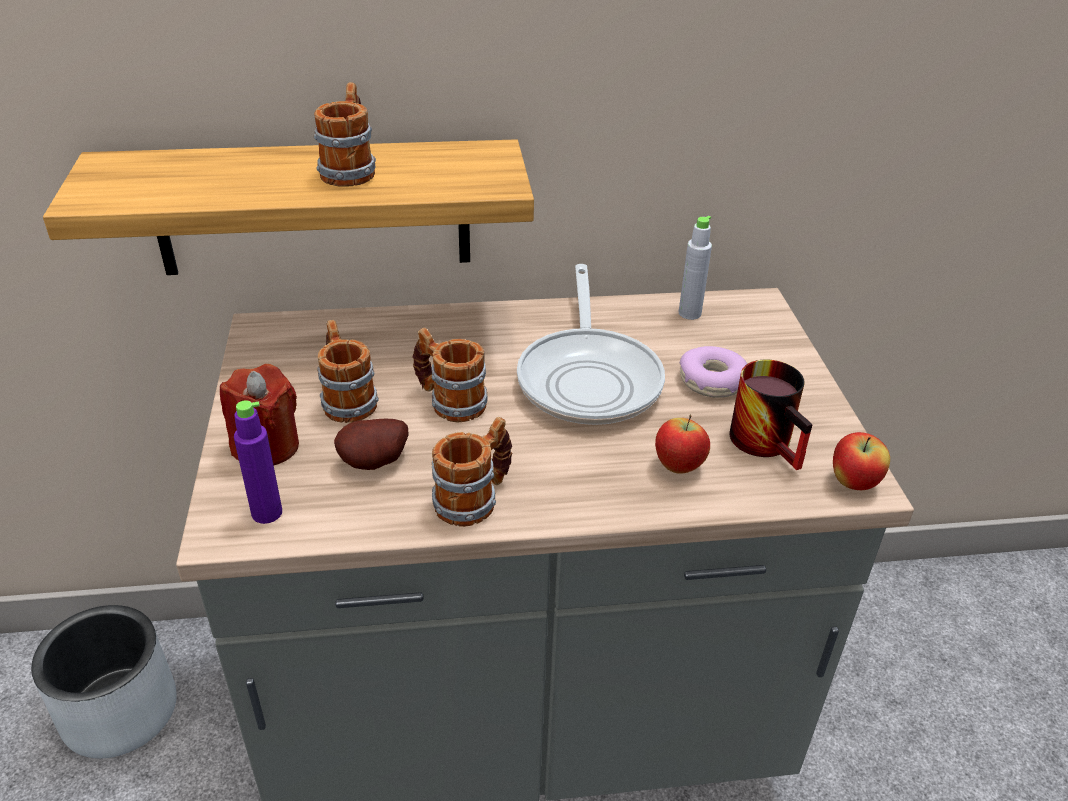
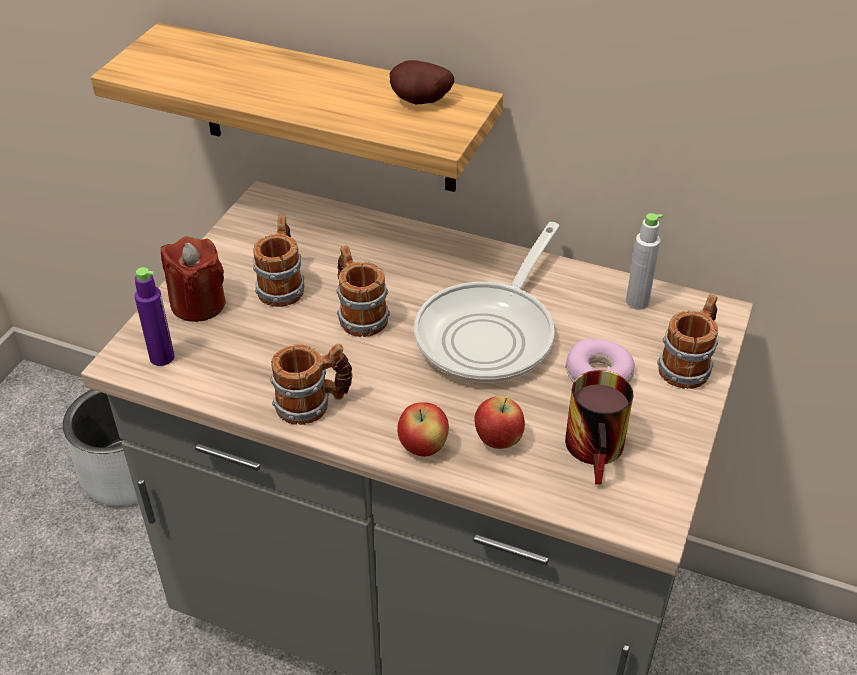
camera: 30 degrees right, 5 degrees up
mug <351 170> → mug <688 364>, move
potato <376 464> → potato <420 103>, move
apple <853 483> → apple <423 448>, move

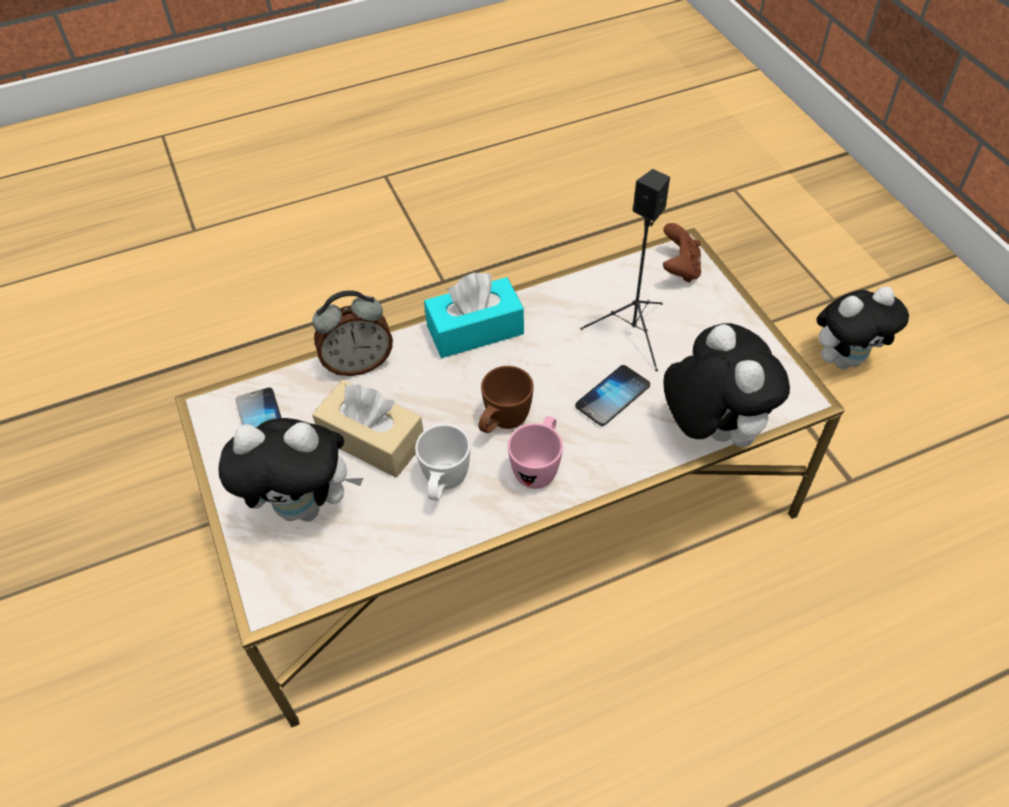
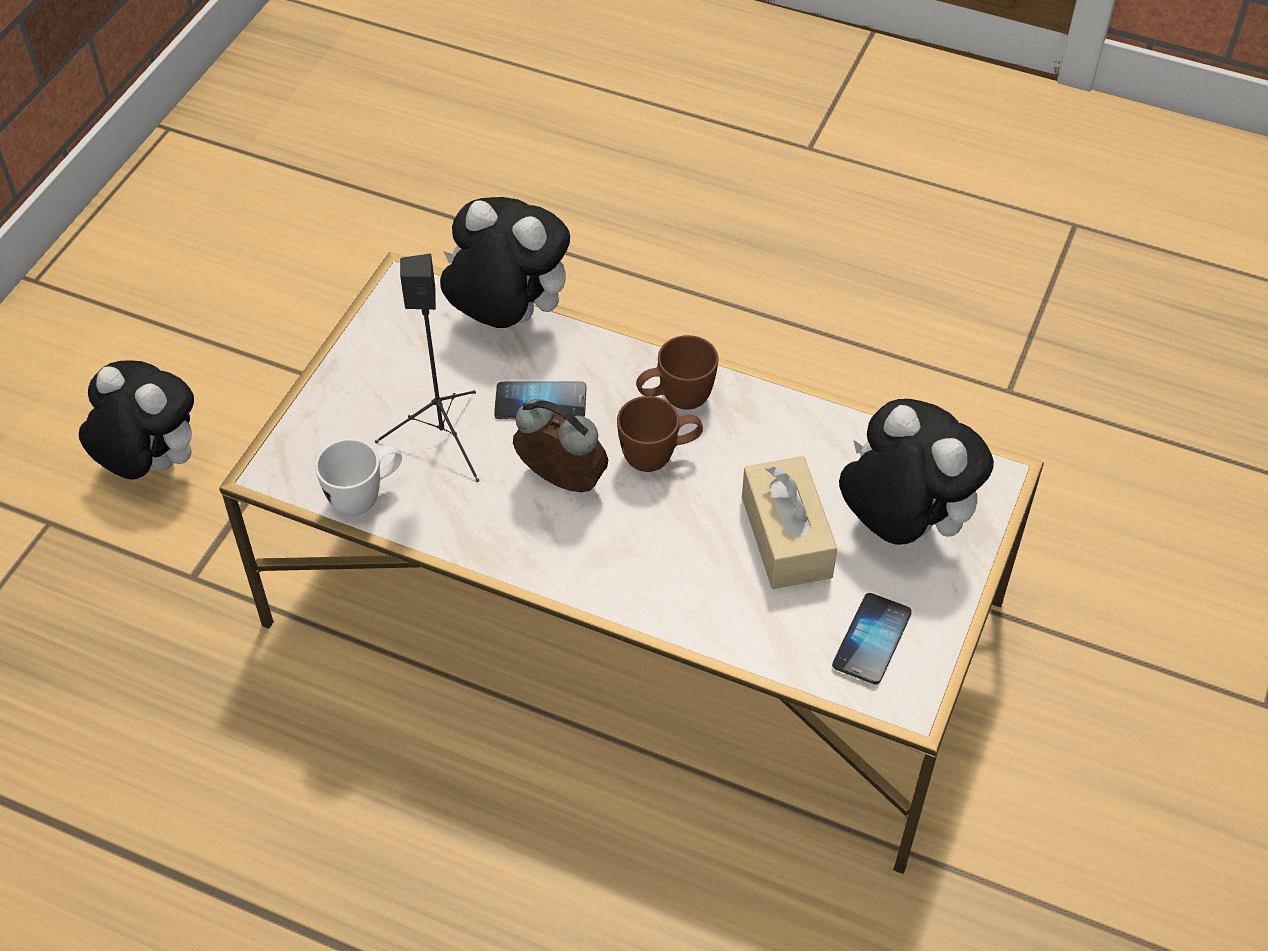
camera: 135 degrees left, 0 degrees up
brown game controller <679 269> → -
turquoise tissue box <475 330> → -
alarm clock <358 364> → alarm clock <560 483>, move
plush toy <710 429> → plush toy <507 318>, 90 degrees clockwise
pink mug <538 467> → brown mug <675 400>
white mug <444 485> → white mug <366 496>, move

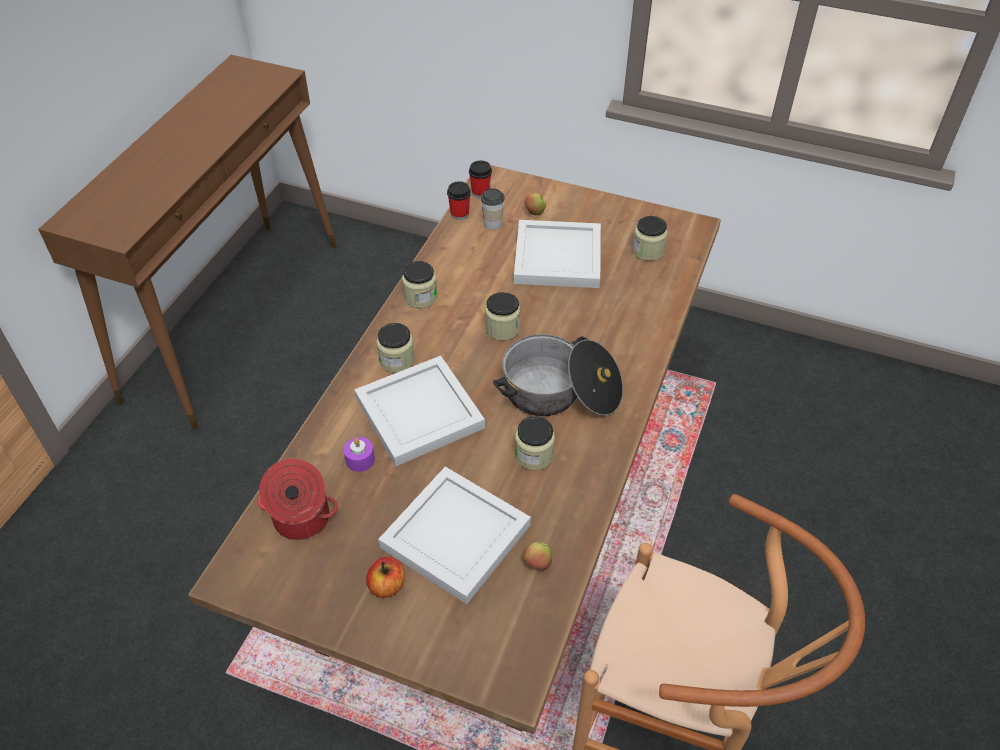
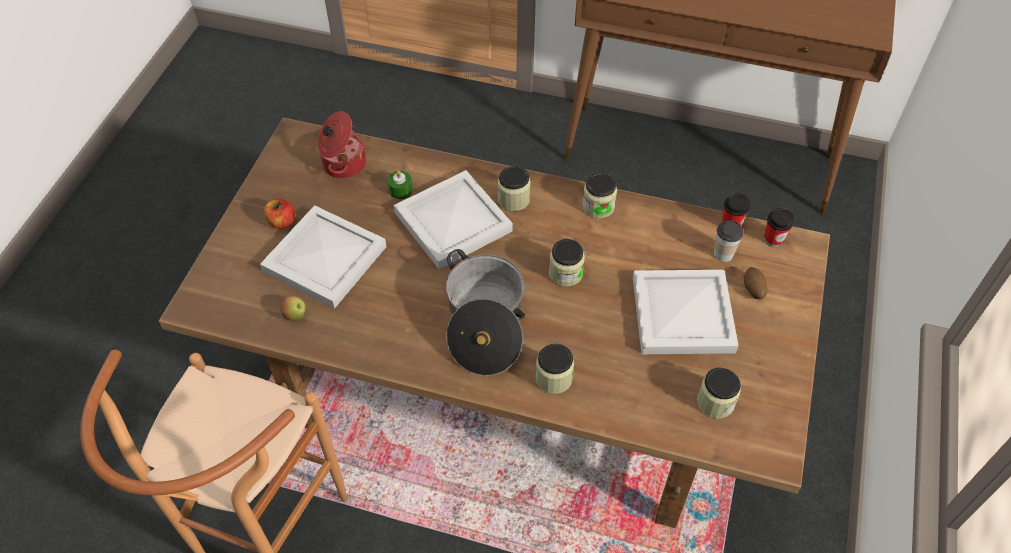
camera: 85 degrees right, 5 degrees up
apple <534 213> → potato <753 290>
jar <534 455> → jar <553 378>, move
purple candle <360 460> → green candle <400 190>

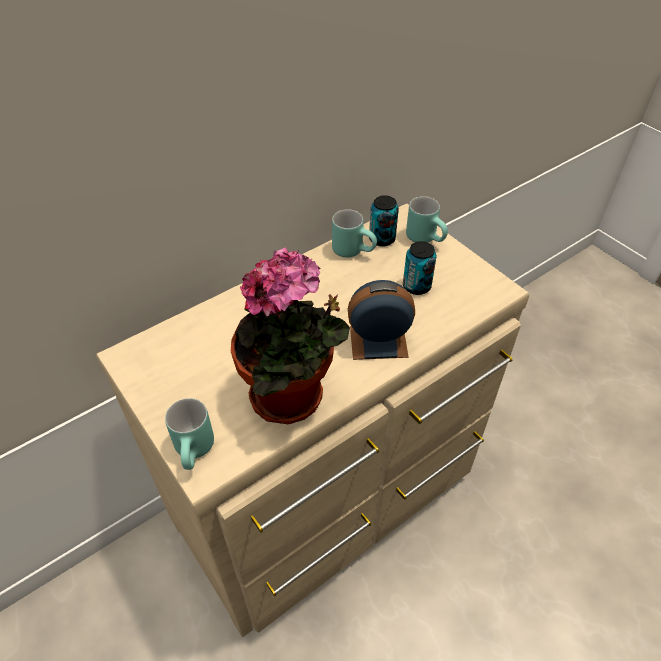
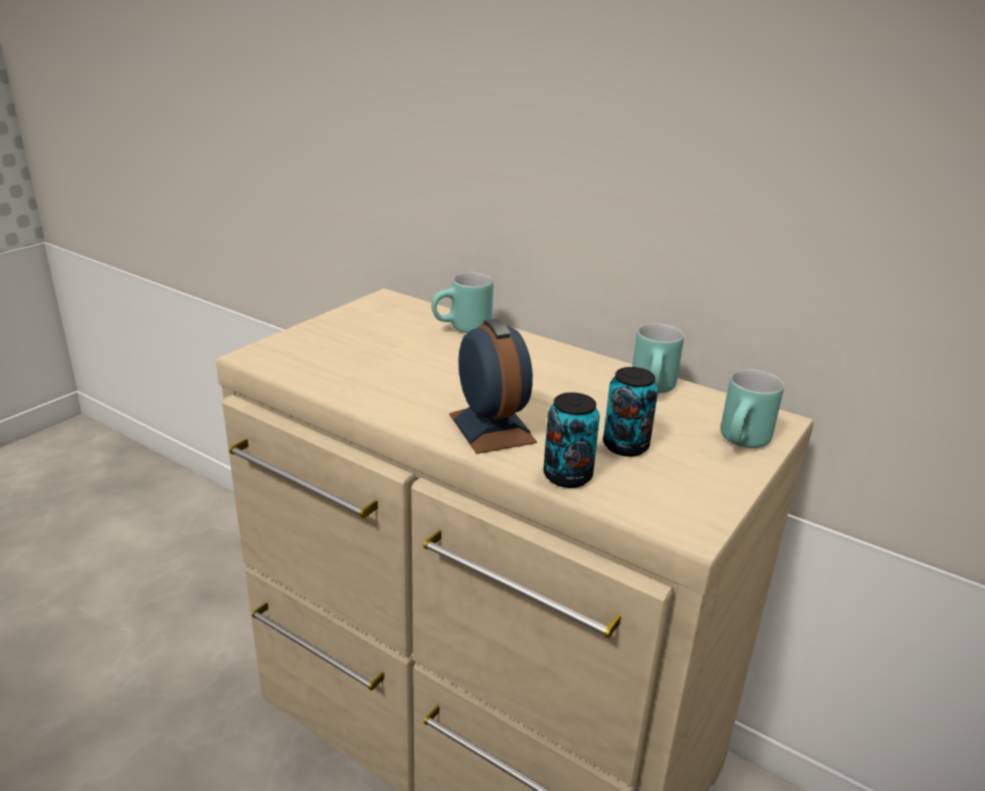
camera: 70 degrees right, 20 degrees down
can <382 239> → can <567 476>, move
potted plant <293 398> → -
turquoise mug <197 451> → turquoise mug <463 330>, move

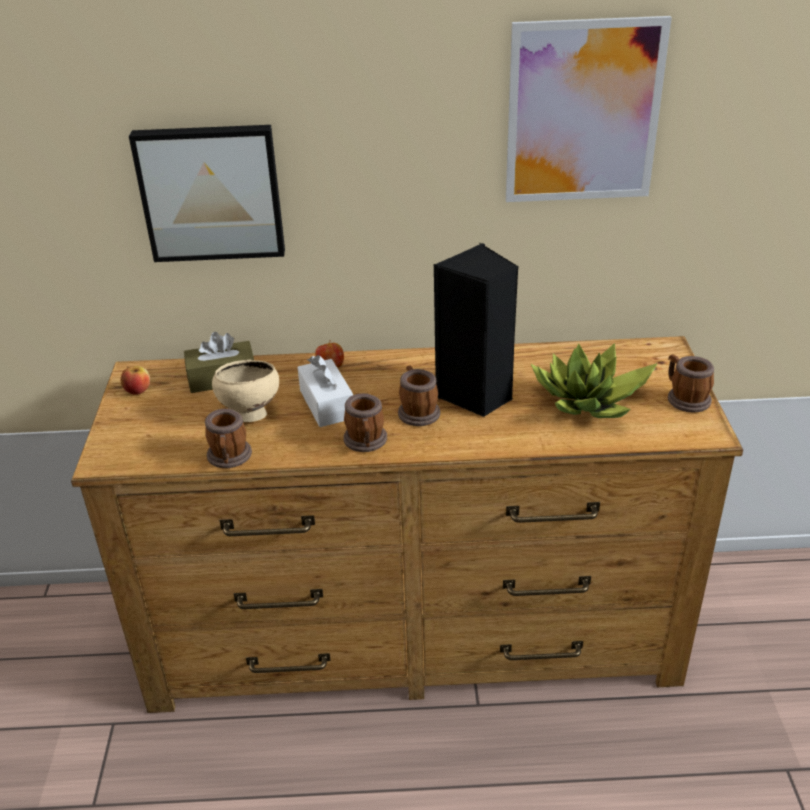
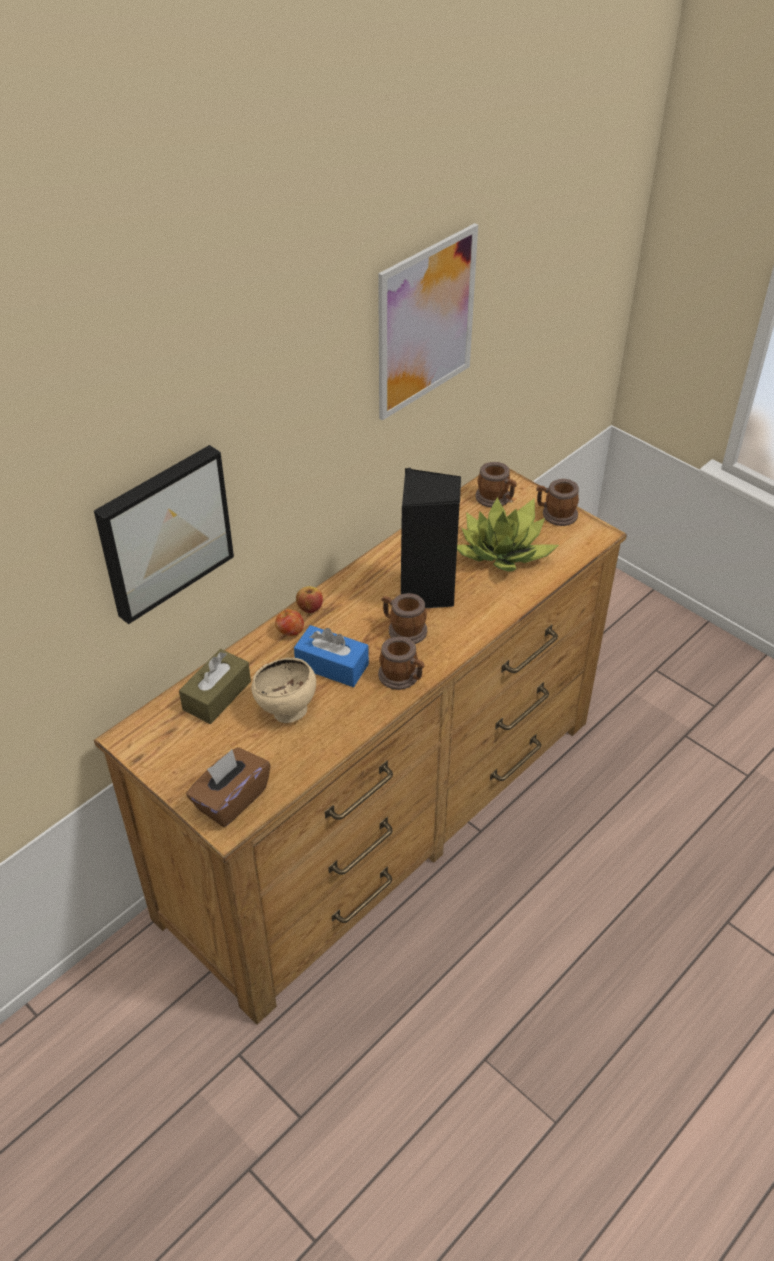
camera: 45 degrees left, 10 degrees up
white tissue box <326 404> → blue tissue box <332 665>
apple <138 390> → apple <310 608>, move
mug <229 458> → mug <496 499>, move
- → brown tissue box <231 799>

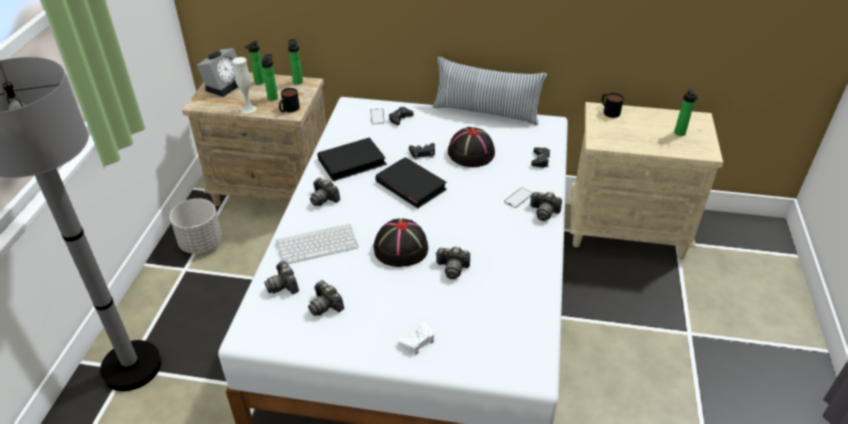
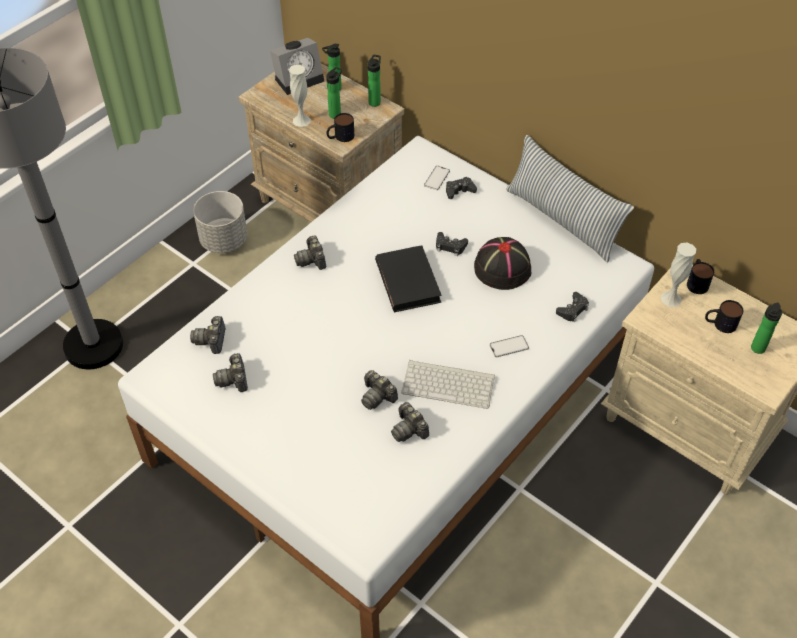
camera: 30 degrees right, 10 degrees up
black book <352 162> → -
photo camera <544 212> → photo camera <409 429>, move
black hat <400 248> → -
keyboard <318 243> → keyboard <449 384>, move
white game controller <417 341> → -
- → white vase <671 299>
- → mug <719 324>

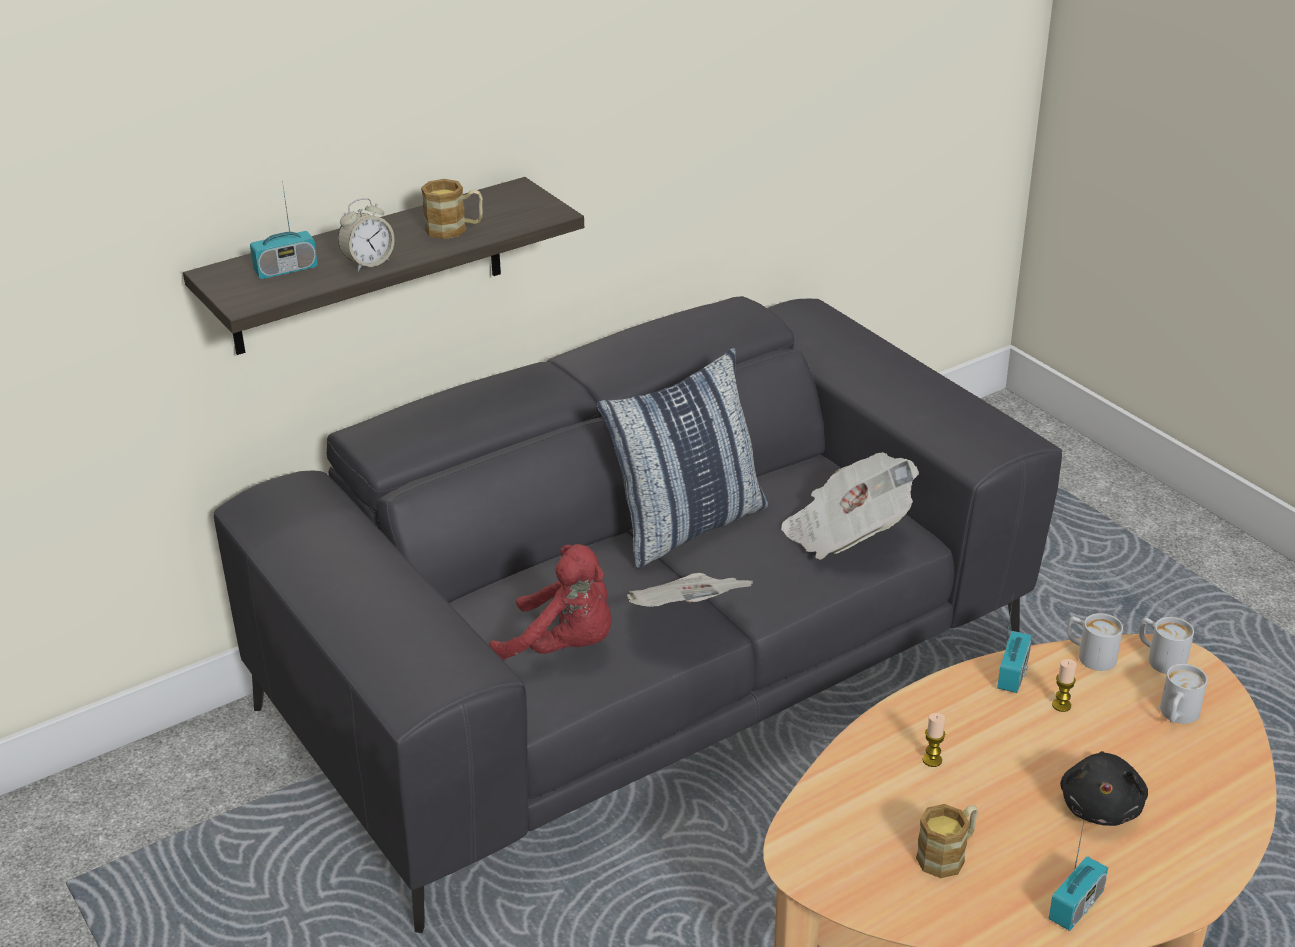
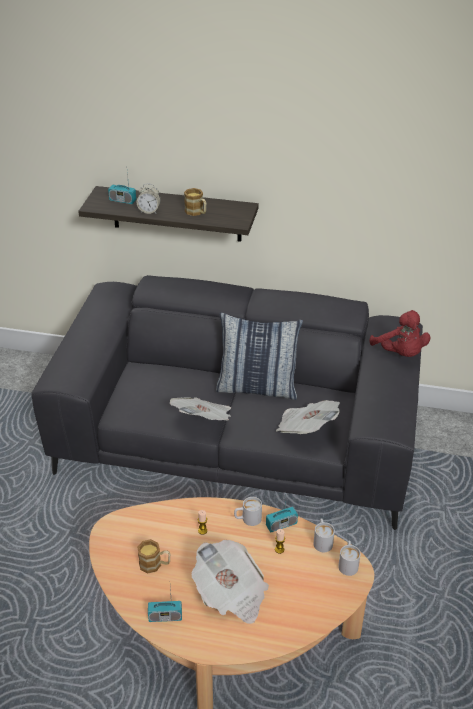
camera: 45 degrees right, 5 degrees up
red plush toy <563 646> → red plush toy <400 353>, move
white mug <1177 716> → white mug <247 519>, move
black plush toy <1101 806> → newspaper <231 594>

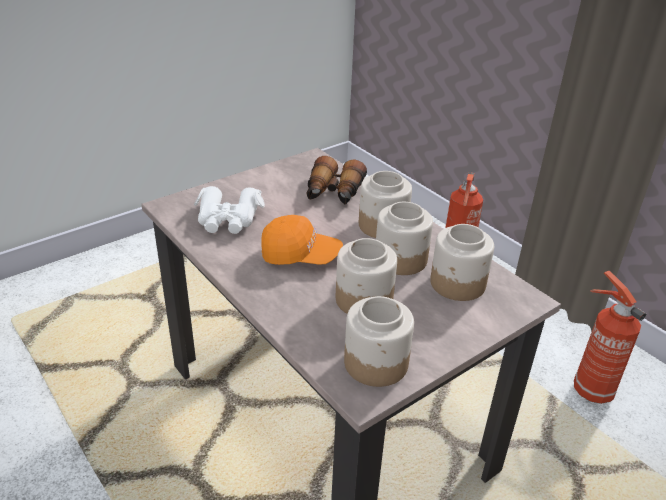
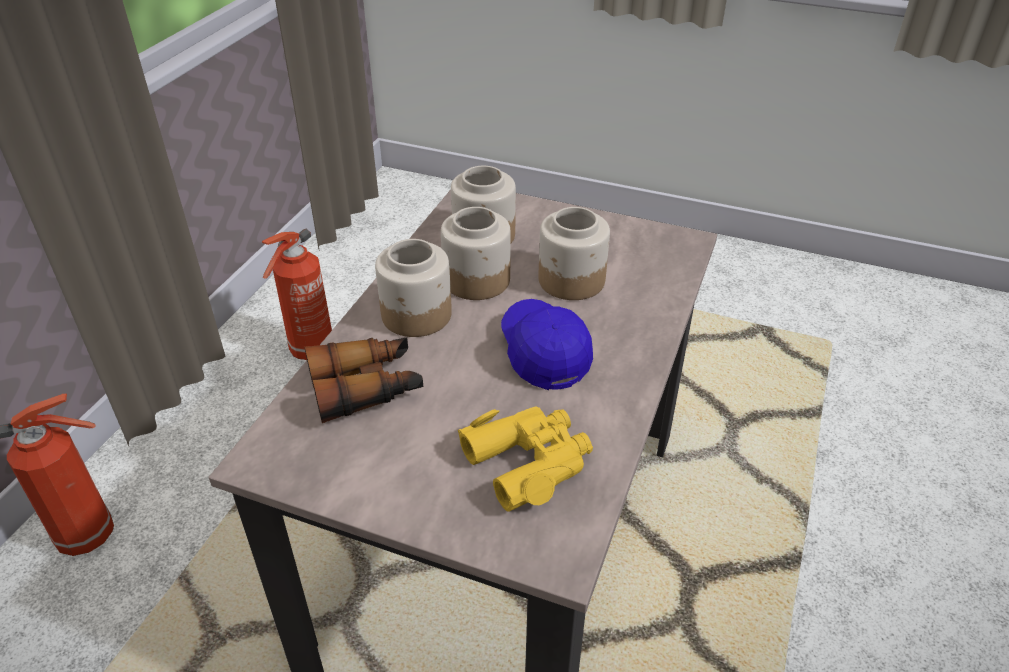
camera: 120 degrees left, 5 degrees up
white binoculars <228 218> → yellow binoculars <529 461>
orange cap <300 255> → blue cap <543 353>
jar <376 363> → -

